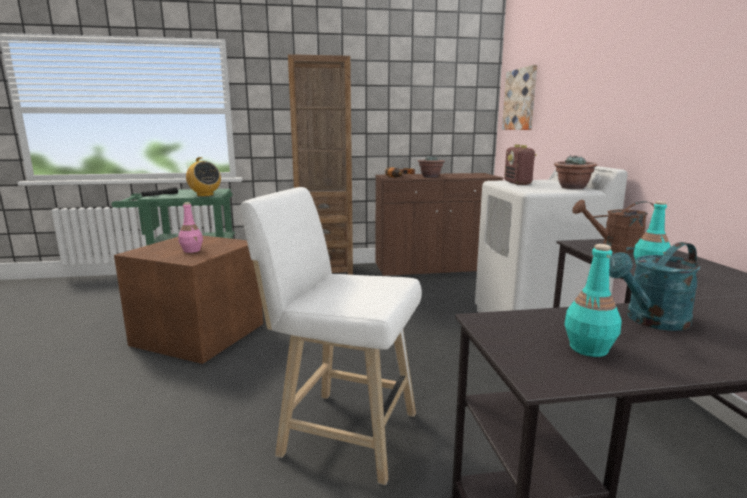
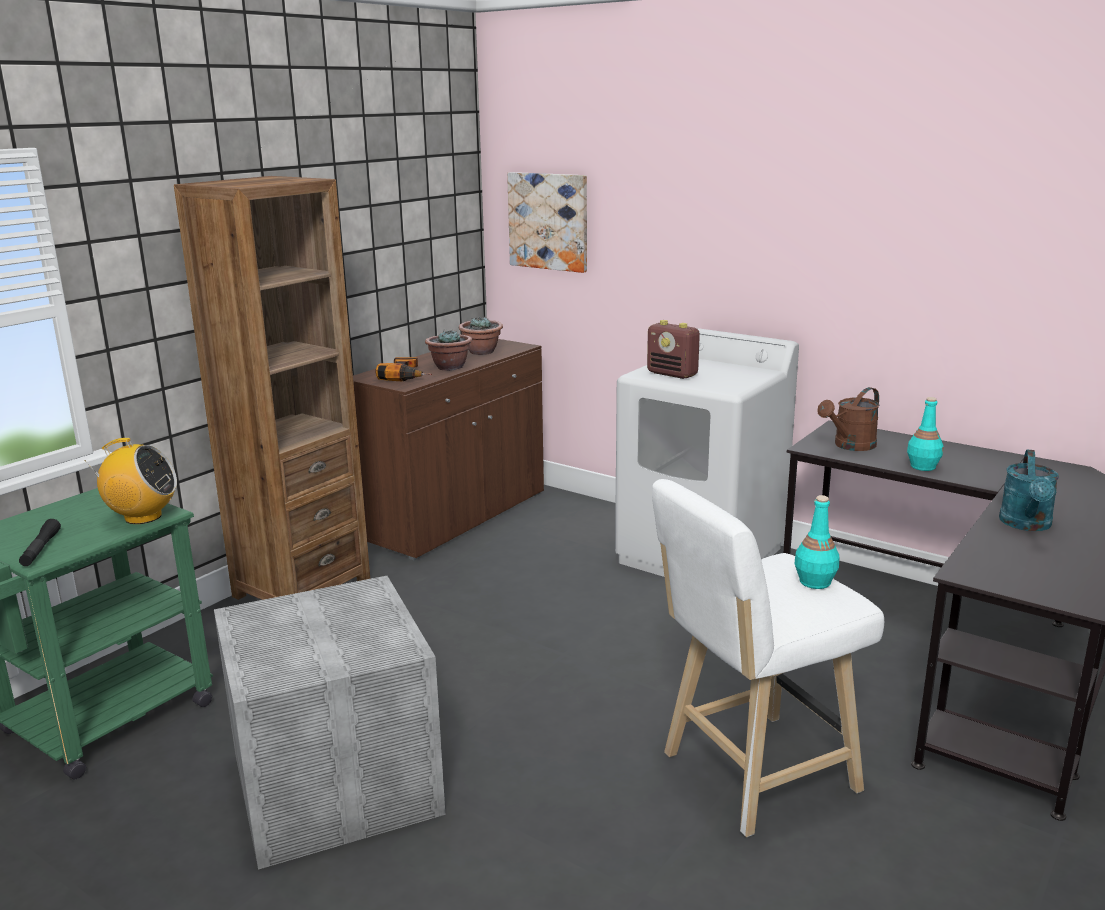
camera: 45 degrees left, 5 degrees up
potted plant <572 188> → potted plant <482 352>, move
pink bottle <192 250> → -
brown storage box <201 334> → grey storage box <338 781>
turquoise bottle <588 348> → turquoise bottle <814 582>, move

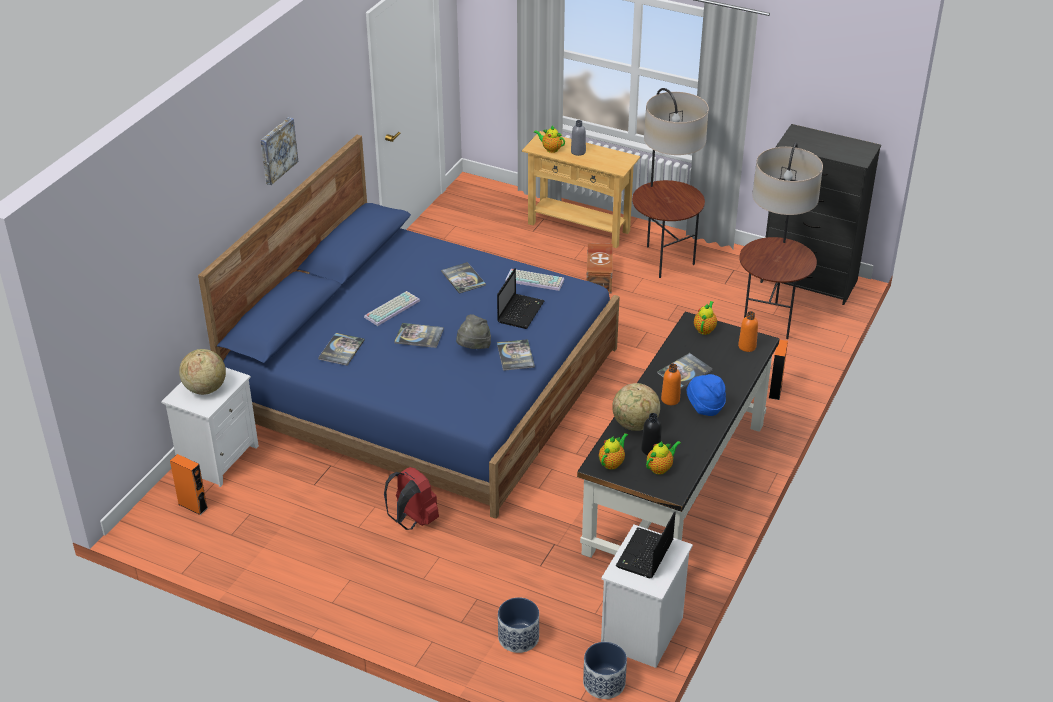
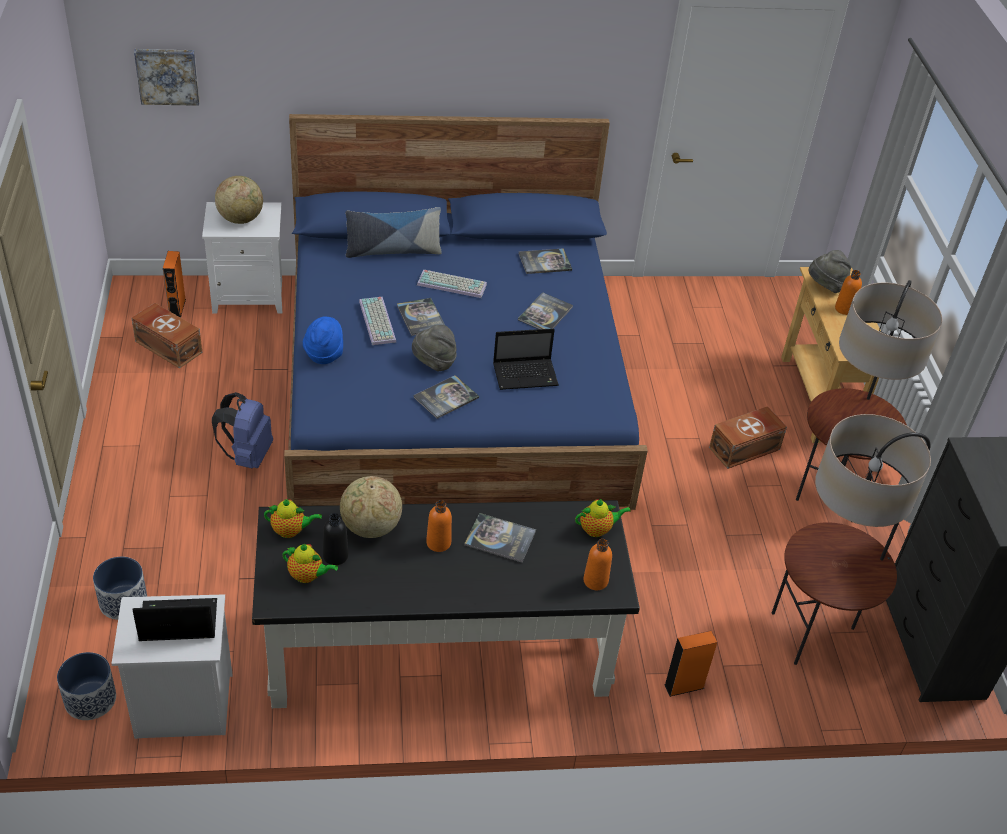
camera: 55 degrees right, 5 degrees up
picture <277 150> → picture <167 75>, move
grey bottle <578 152> → orange bottle <844 309>
teapot <550 149> → grey hat <825 286>
keyboard <535 280> → keyboard <379 322>, move
book <341 350> → book <545 262>, move
blue hat <705 407> → blue hat <324 353>, move
red backpack <413 520> → blue backpack <247 455>
- → pillow <393 251>
- → brown storage box <168 346>

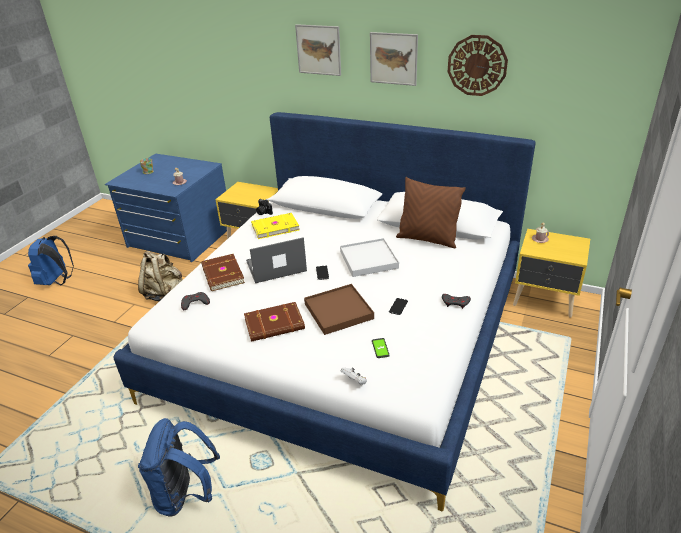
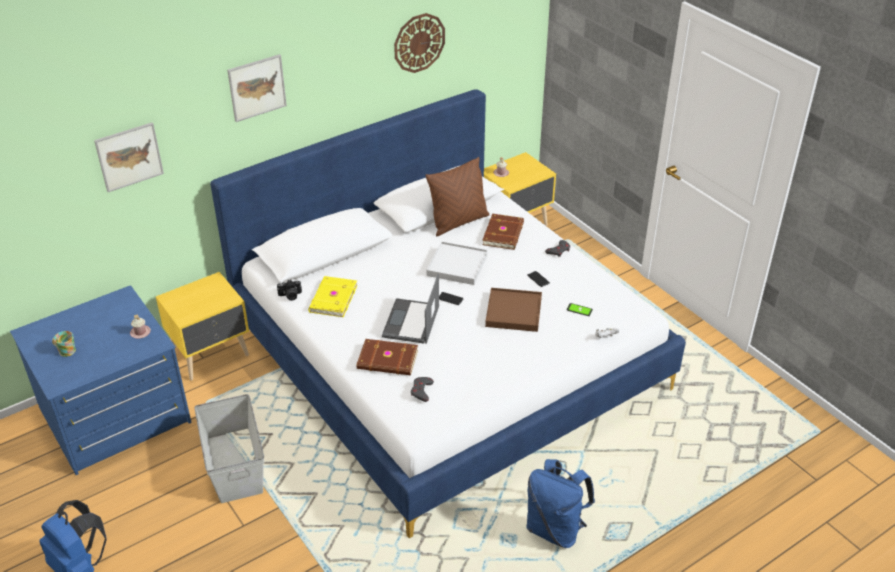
camera: 60 degrees left, 5 degrees up
picture <393 58> → picture <129 156>, move
beige backpack <165 294> → grey storage box <234 465>
brown book <275 324> → brown book <504 233>, move

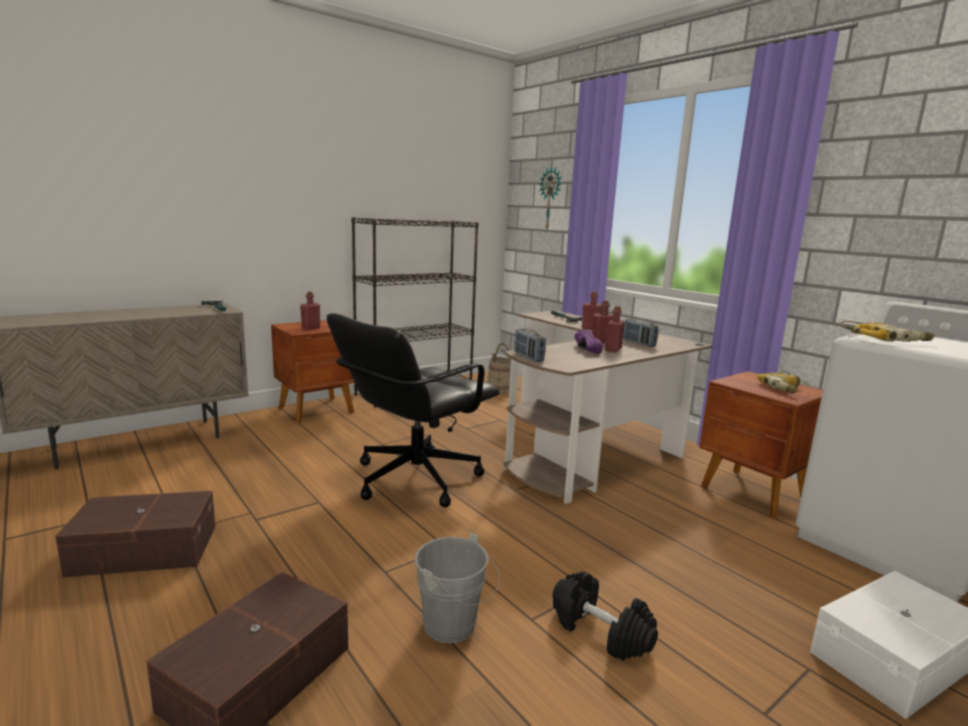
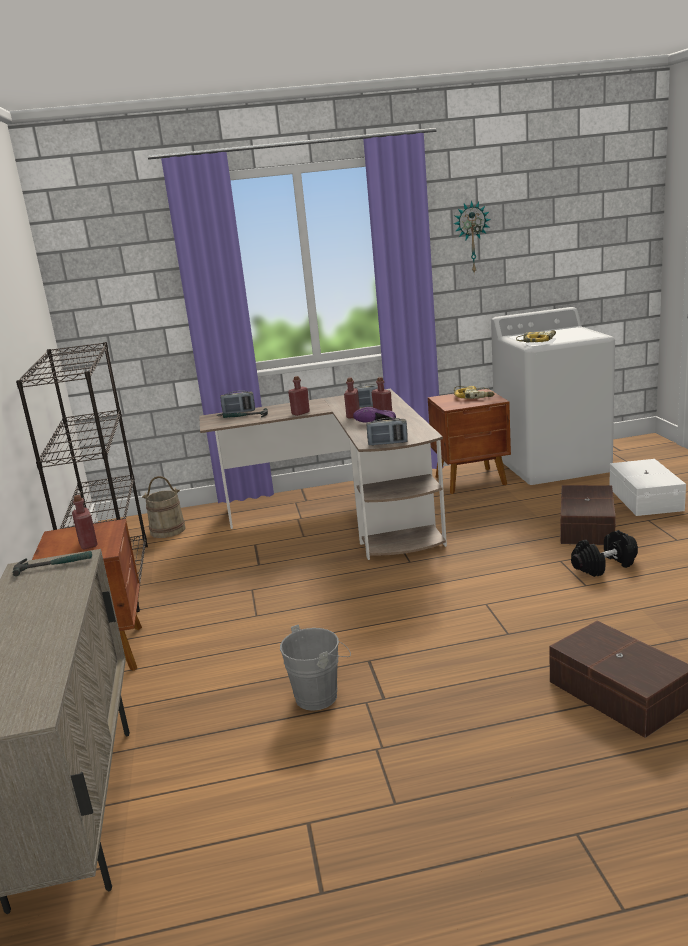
camera: 60 degrees left, 5 degrees up
wall clock <551 198> → wall clock <471 237>, move
black office chair <414 478> → -
brown storage box <144 549> → brown storage box <585 527>, move
grey bucket <454 627> → grey bucket <320 695>, move
- → radio <239 412>

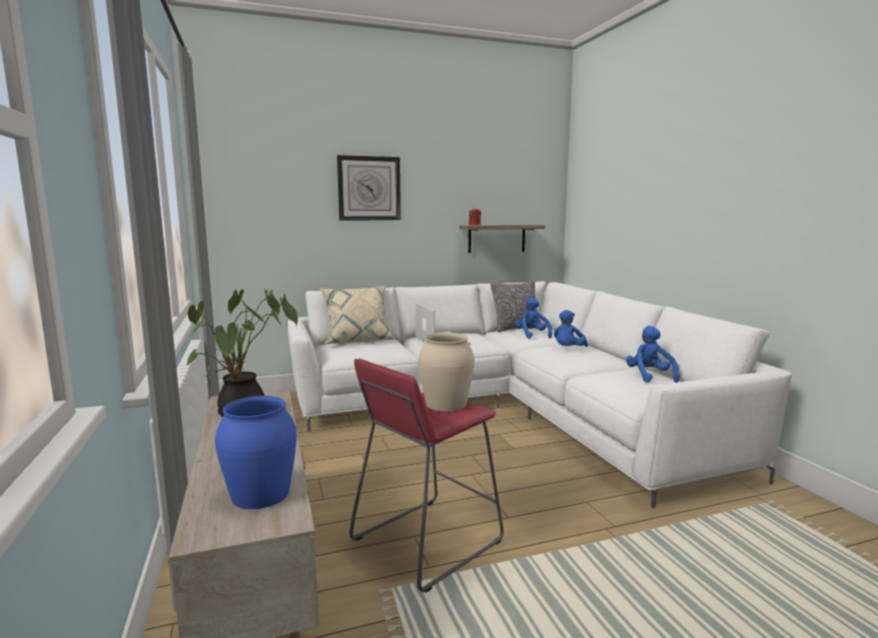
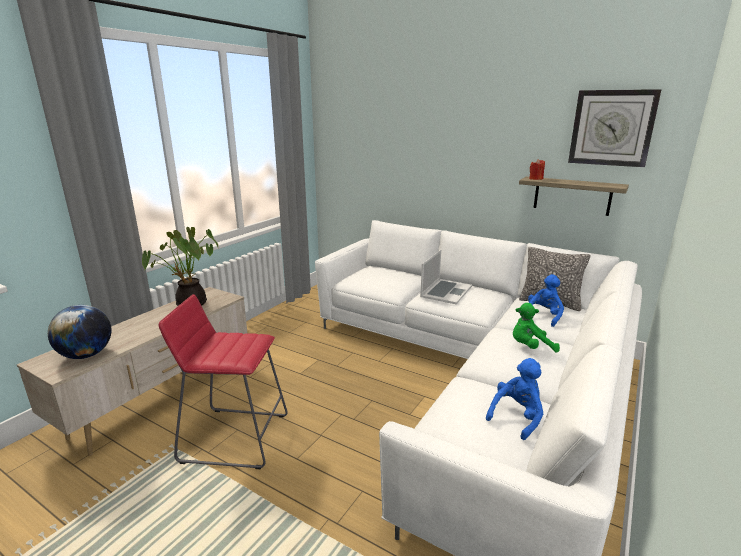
camera: 50 degrees right, 10 degrees up
wall clock <369 188> → wall clock <612 128>, move
beige pillow <358 340> → -
blue plush toy <568 350> → green plush toy <530 347>
beige vase <446 403> → -
blue vase <261 494> → globe <86 355>

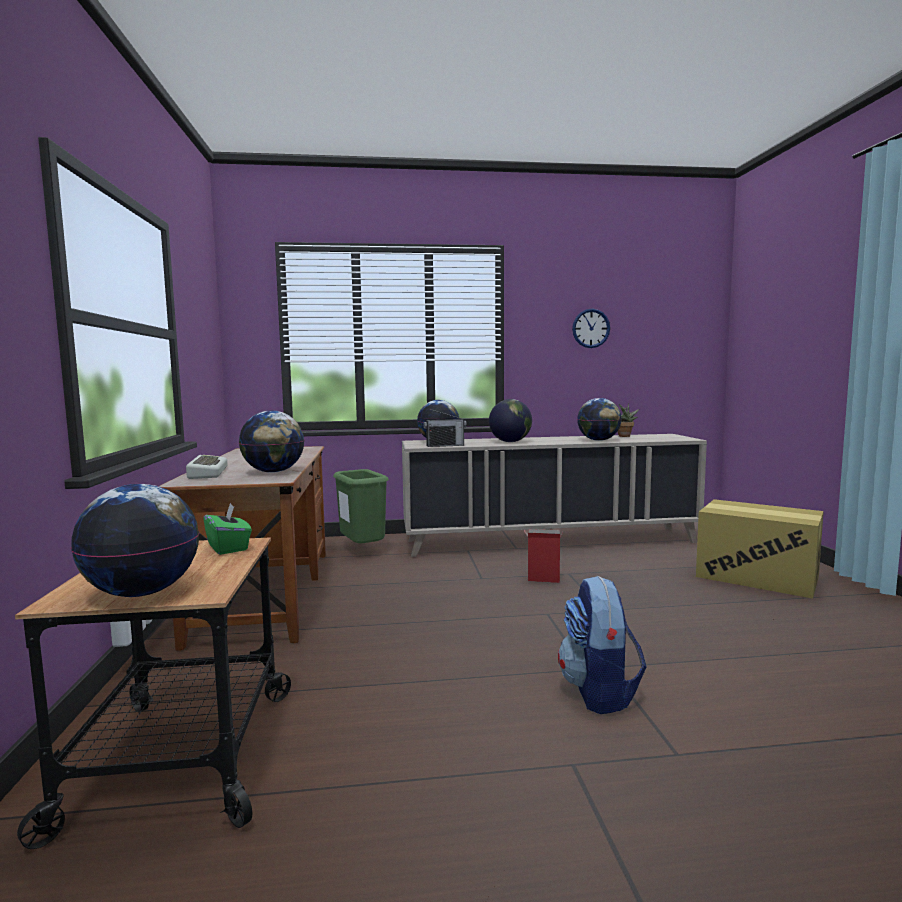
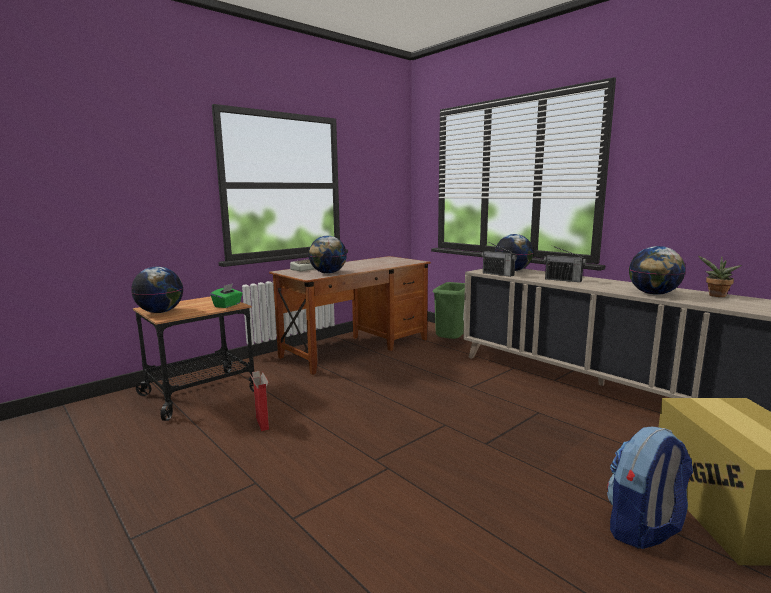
camera: 55 degrees right, 5 degrees up
wall clock <591 328> → -
globe <510 442> → radio <563 280>
cardboard box <542 580> → cardboard box <262 423>, move
backpack <599 692> → backpack <643 529>, move

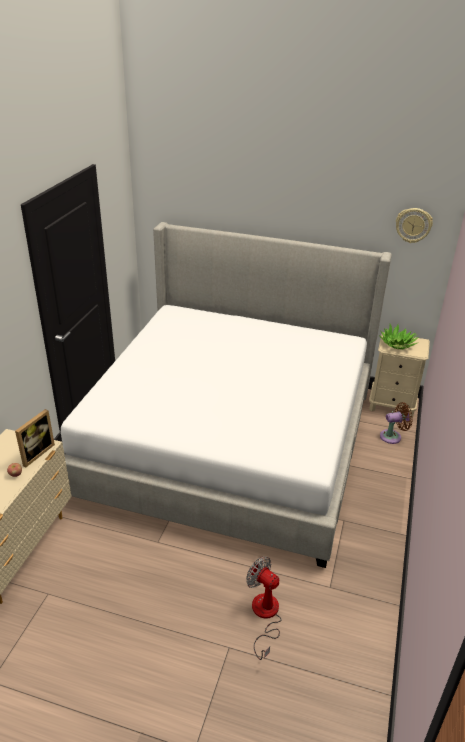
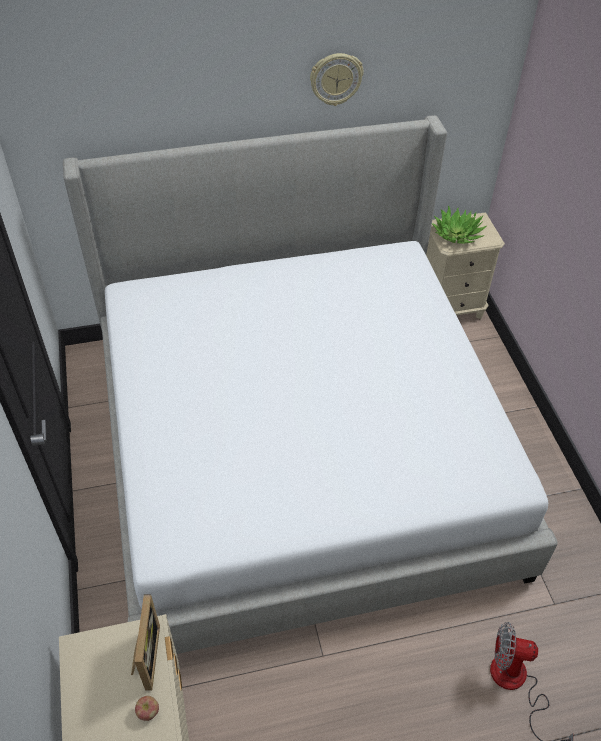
camera: 30 degrees left, 15 degrees up
wall clock <413 225> → wall clock <336 79>, move
brown fan <393 436> → -

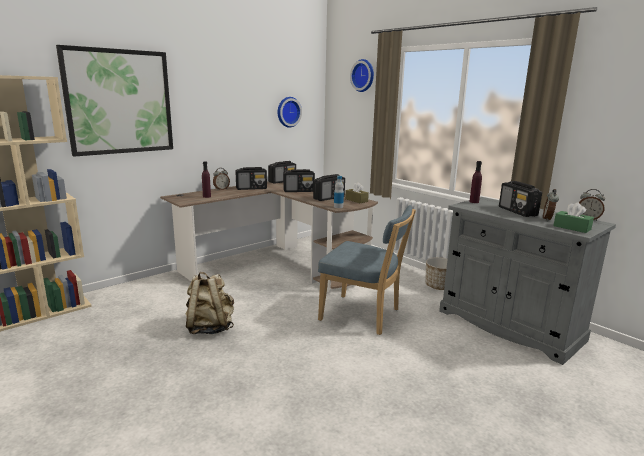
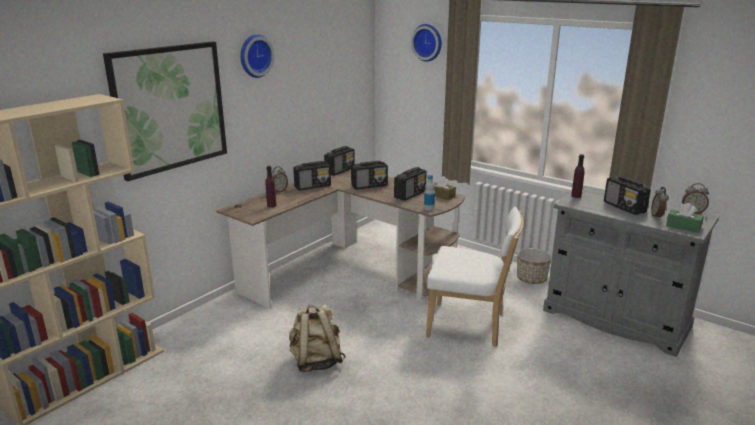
camera: 10 degrees left, 5 degrees up
wall clock <288 112> → wall clock <254 55>, move
blue chair <363 315> → white chair <469 325>

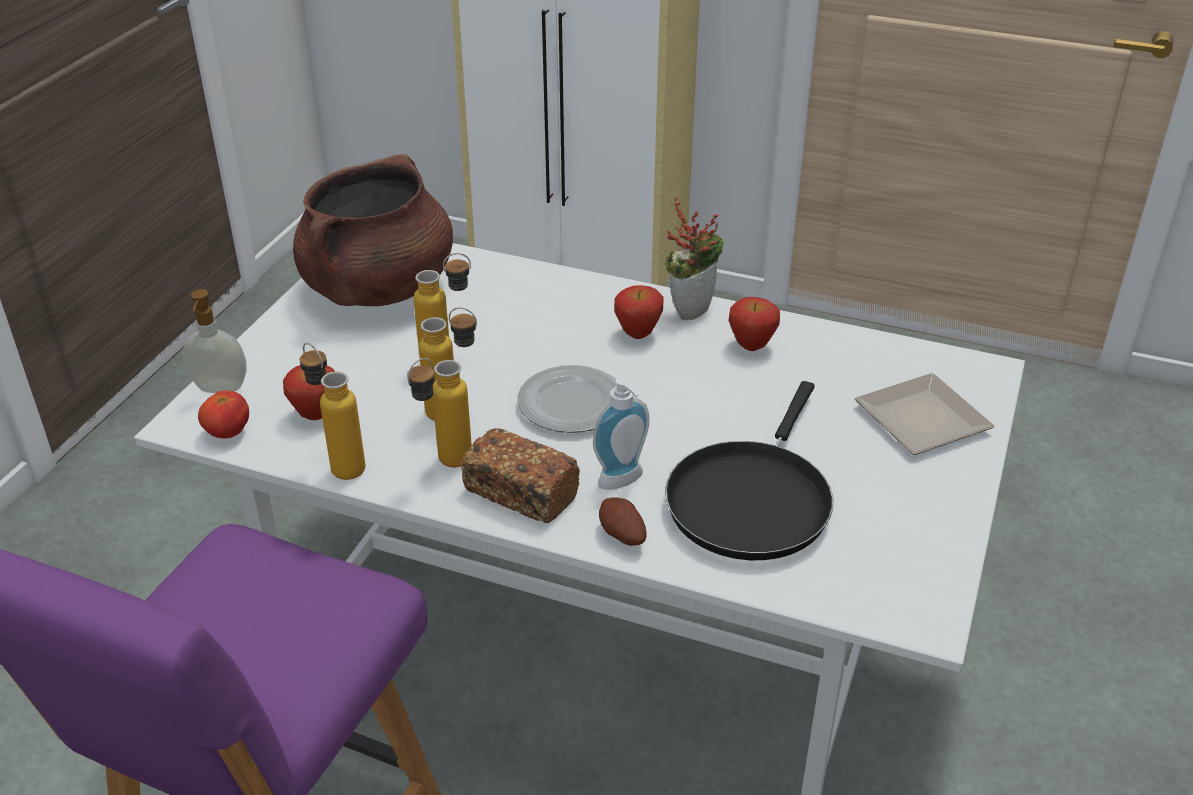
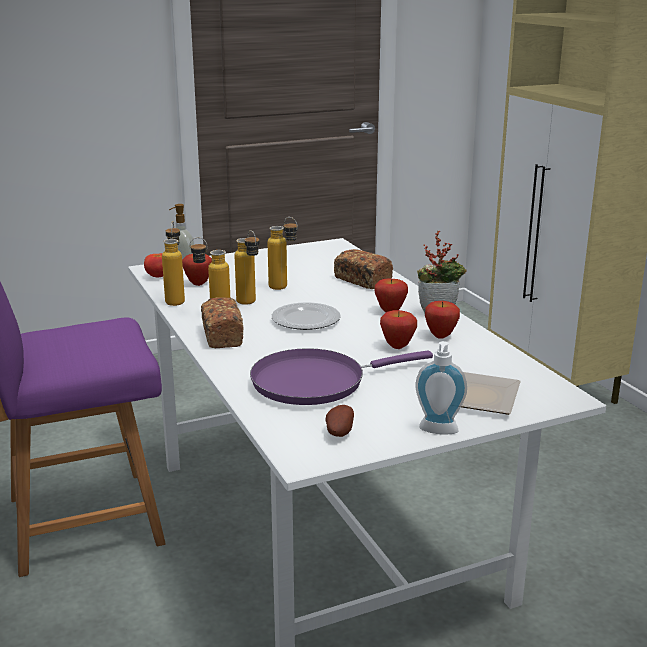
camera: 45 degrees right, 15 degrees down
brown cooking pot <378 289> → -
soap dispenser <624 482> → soap dispenser <438 432>, move
black frying pan <751 500> → purple frying pan <316 382>
potato <621 536> → potato <338 432>, move
- → bread <362 281>
- → apple <397 346>

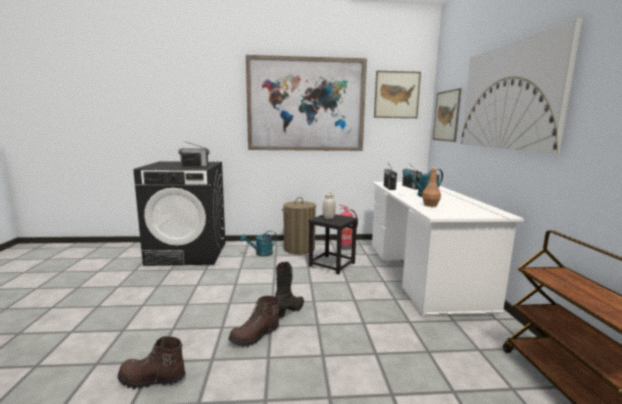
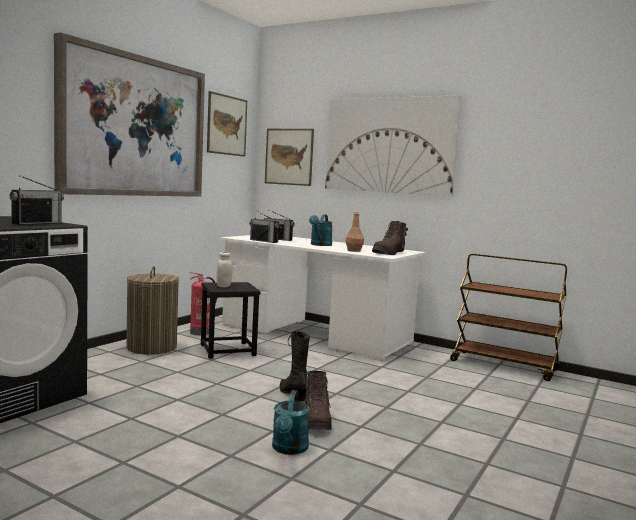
camera: 55 degrees left, 5 degrees down
turquoise watering can <261 254> → turquoise watering can <289 449>, move
brown boot <151 380> → brown boot <389 253>, move

